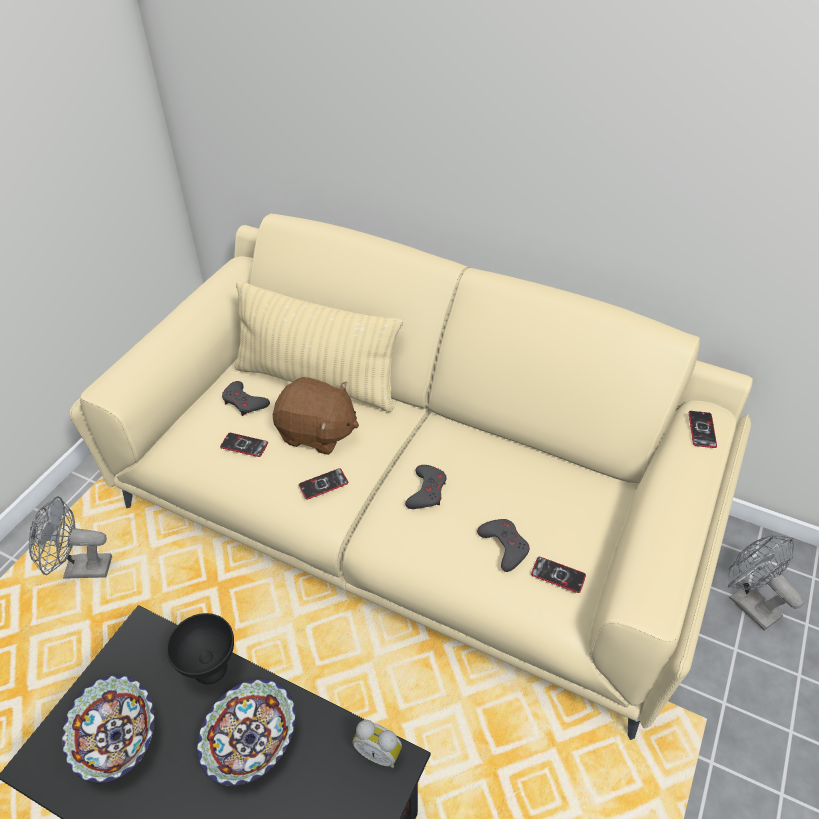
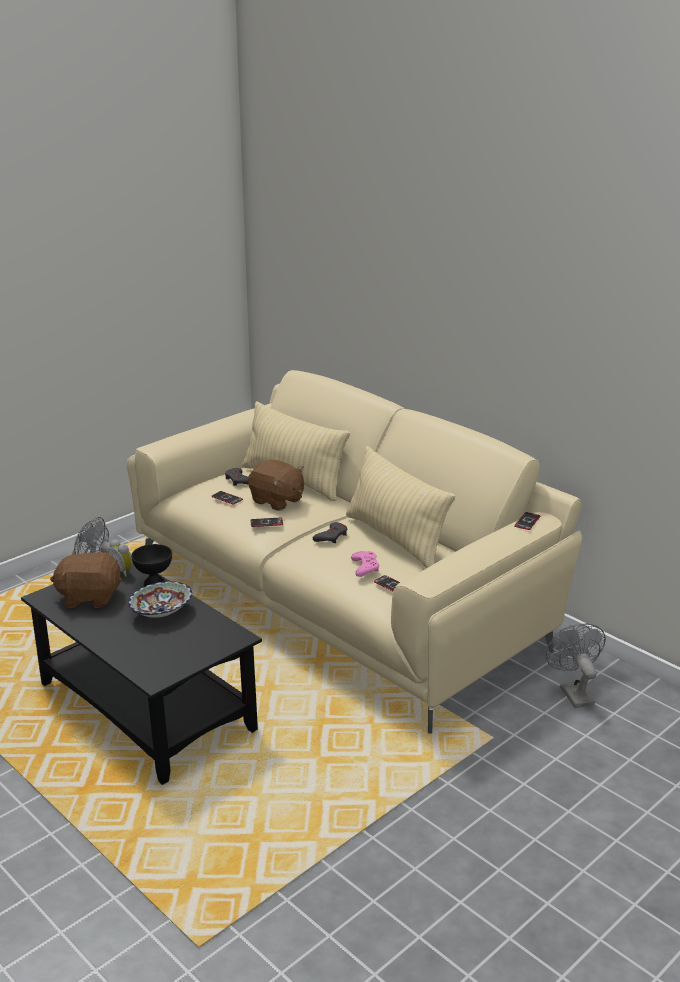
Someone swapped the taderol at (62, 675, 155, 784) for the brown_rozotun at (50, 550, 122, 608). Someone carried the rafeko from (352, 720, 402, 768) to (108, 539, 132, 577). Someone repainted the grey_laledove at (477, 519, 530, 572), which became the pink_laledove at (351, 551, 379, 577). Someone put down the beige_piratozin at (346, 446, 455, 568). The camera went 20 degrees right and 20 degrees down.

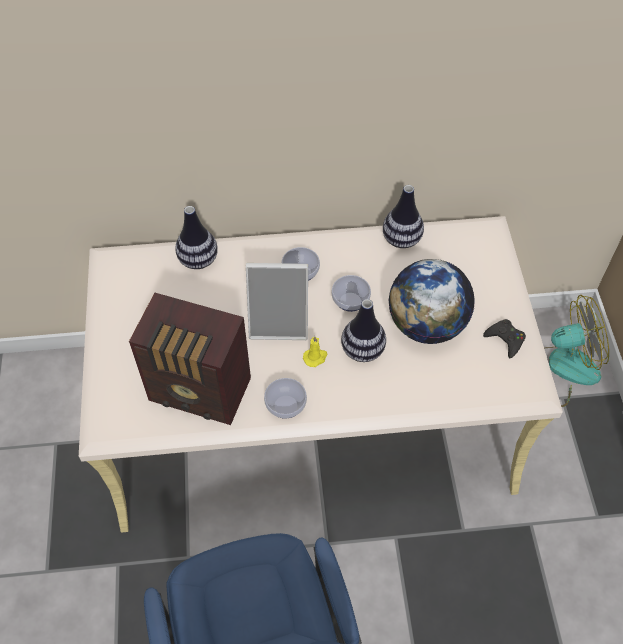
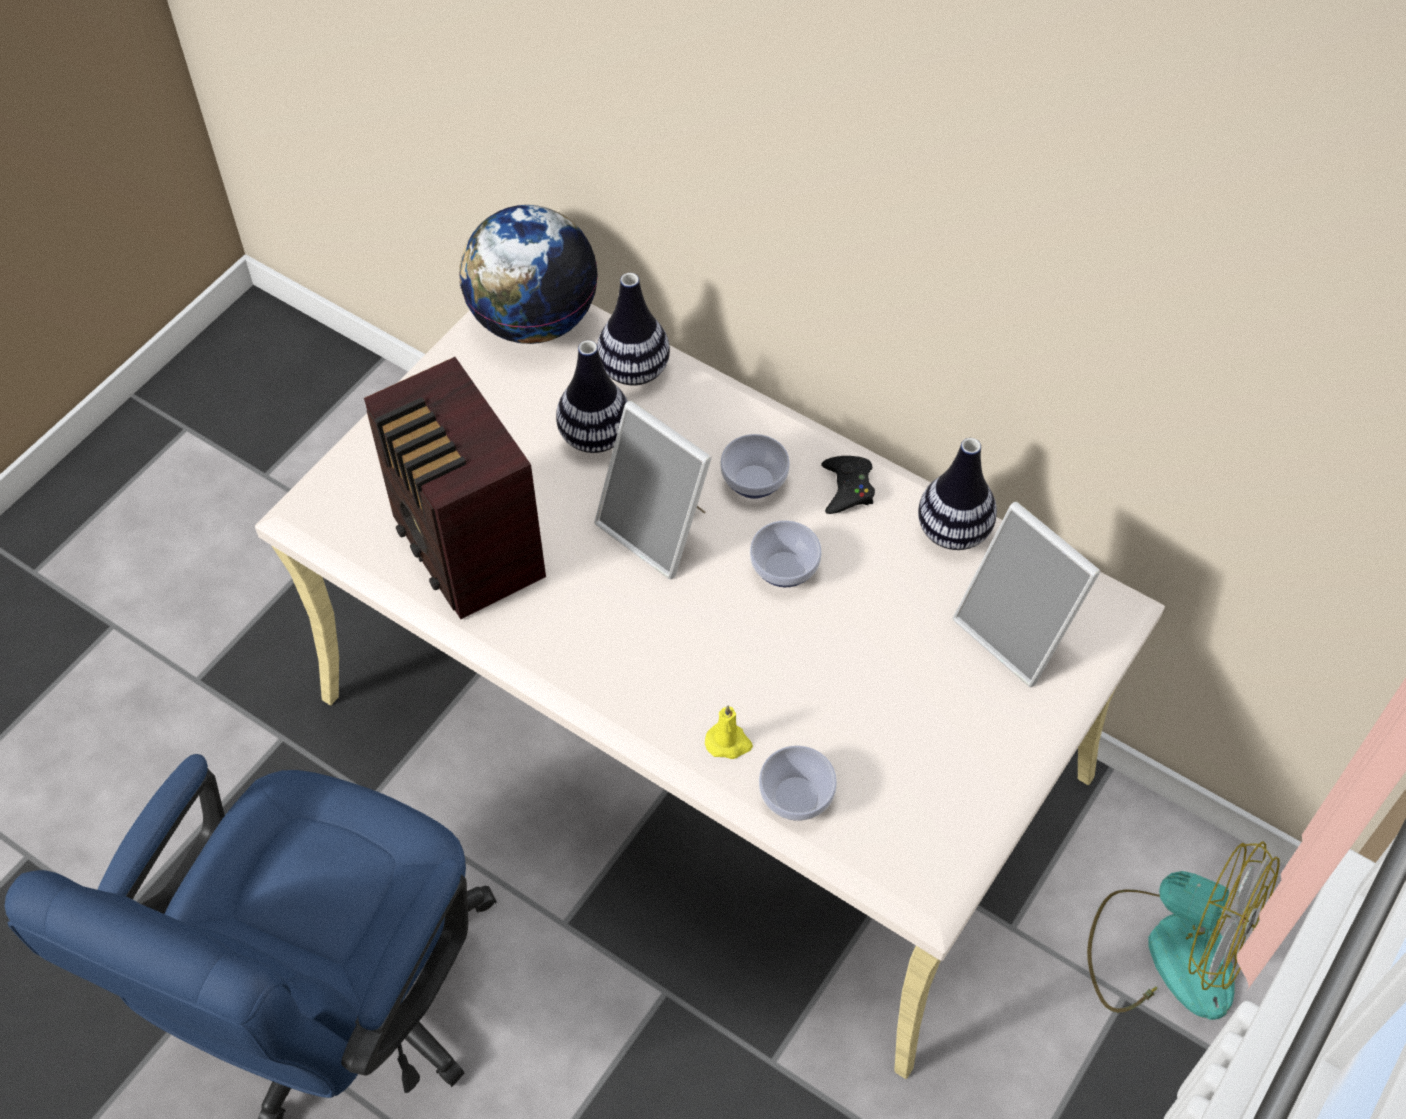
Someone carried the taderol from (264, 378, 307, 419) to (759, 745, 837, 821). Someone carried the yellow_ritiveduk from (303, 336, 327, 367) to (705, 705, 753, 759). Someone carried the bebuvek from (341, 299, 386, 362) to (556, 340, 628, 453). Someone carried the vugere from (388, 259, 475, 344) to (459, 205, 598, 344). Someone carried the black_laledove from (483, 319, 526, 358) to (821, 456, 875, 514). Someone put down the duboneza at (953, 502, 1100, 687). The camera went 40 degrees right and 0 degrees up.

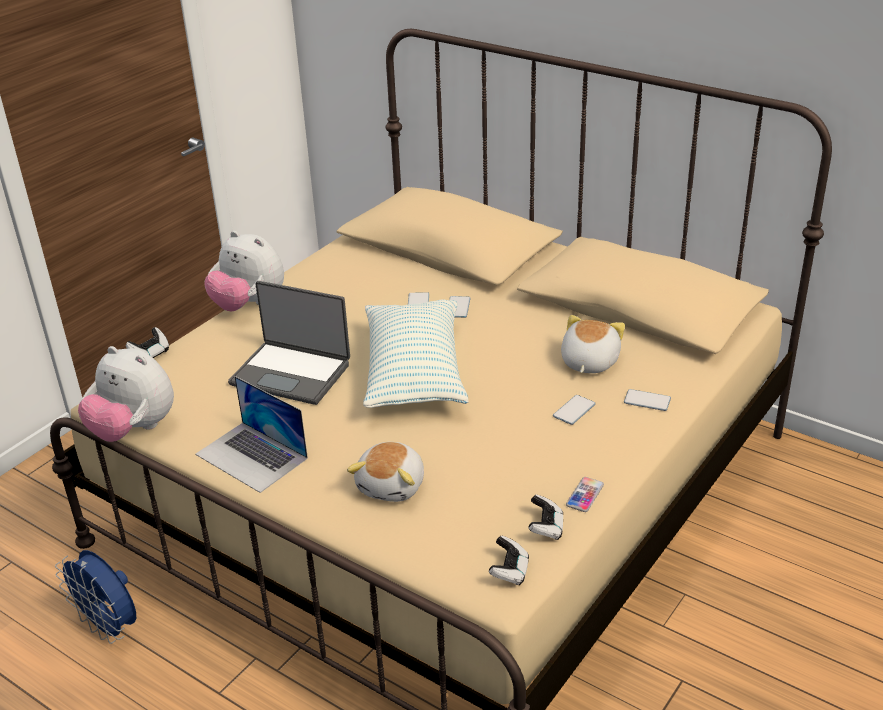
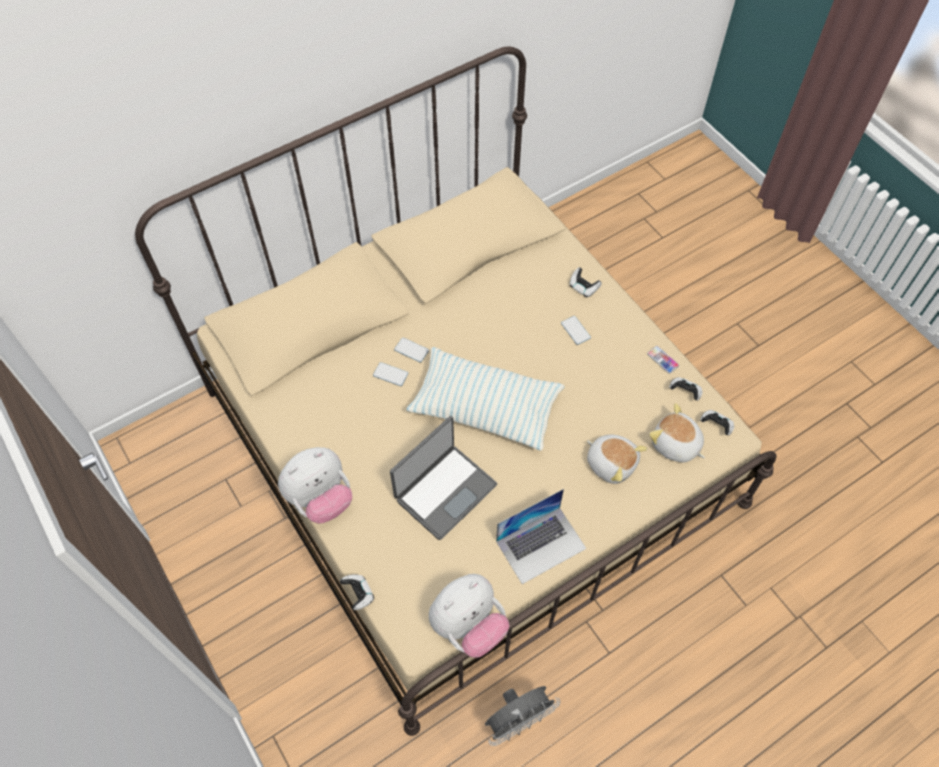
Someone repainted the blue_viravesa at (55, 550, 136, 644), which became the grey_viravesa at (485, 686, 560, 746). Someone carried the rozotun from (561, 315, 625, 373) to (649, 403, 705, 463). Someone swapped the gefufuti at (624, 389, 671, 411) for the laledove at (569, 267, 602, 298). The camera went 70 degrees left and 25 degrees up.

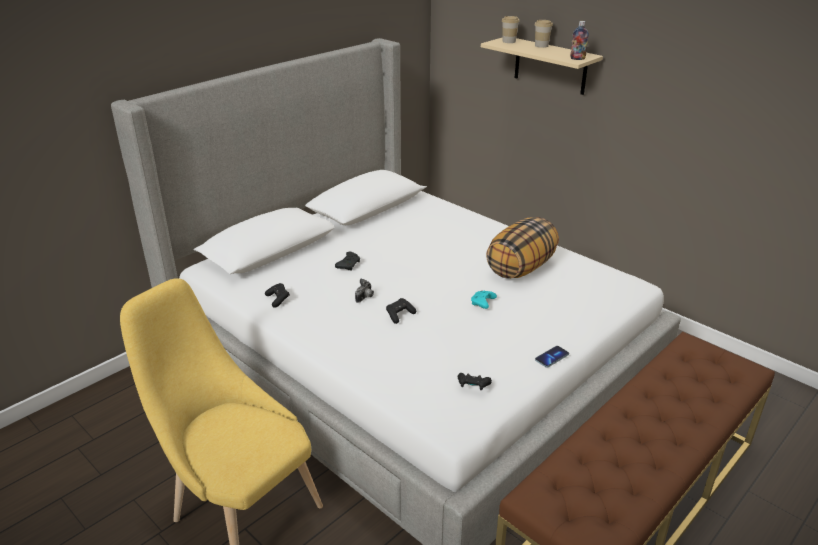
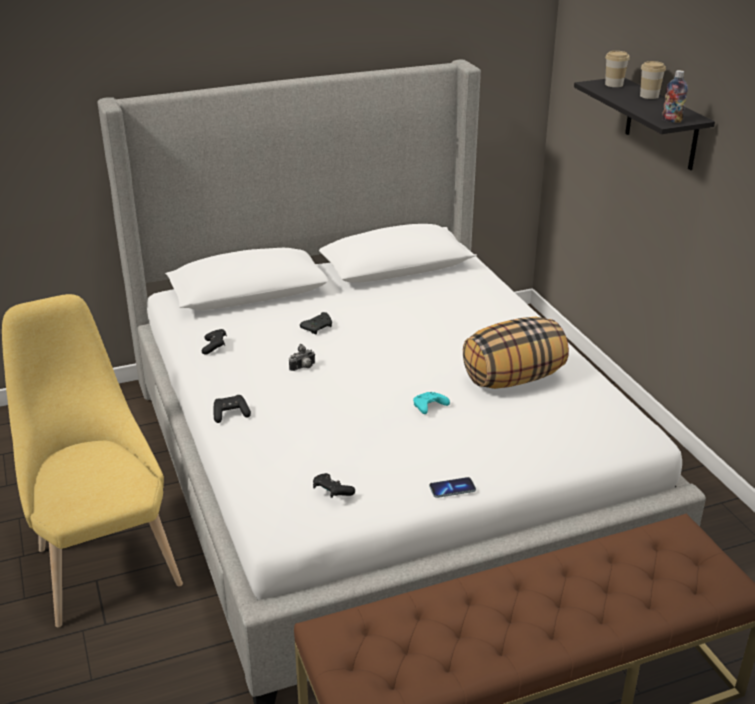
Someone carried the black_laledove from (386, 298, 416, 324) to (213, 395, 251, 423). Someone repainted the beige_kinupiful at (481, 37, 603, 95), which became the black_kinupiful at (574, 78, 715, 170). The camera went 25 degrees right and 0 degrees up.

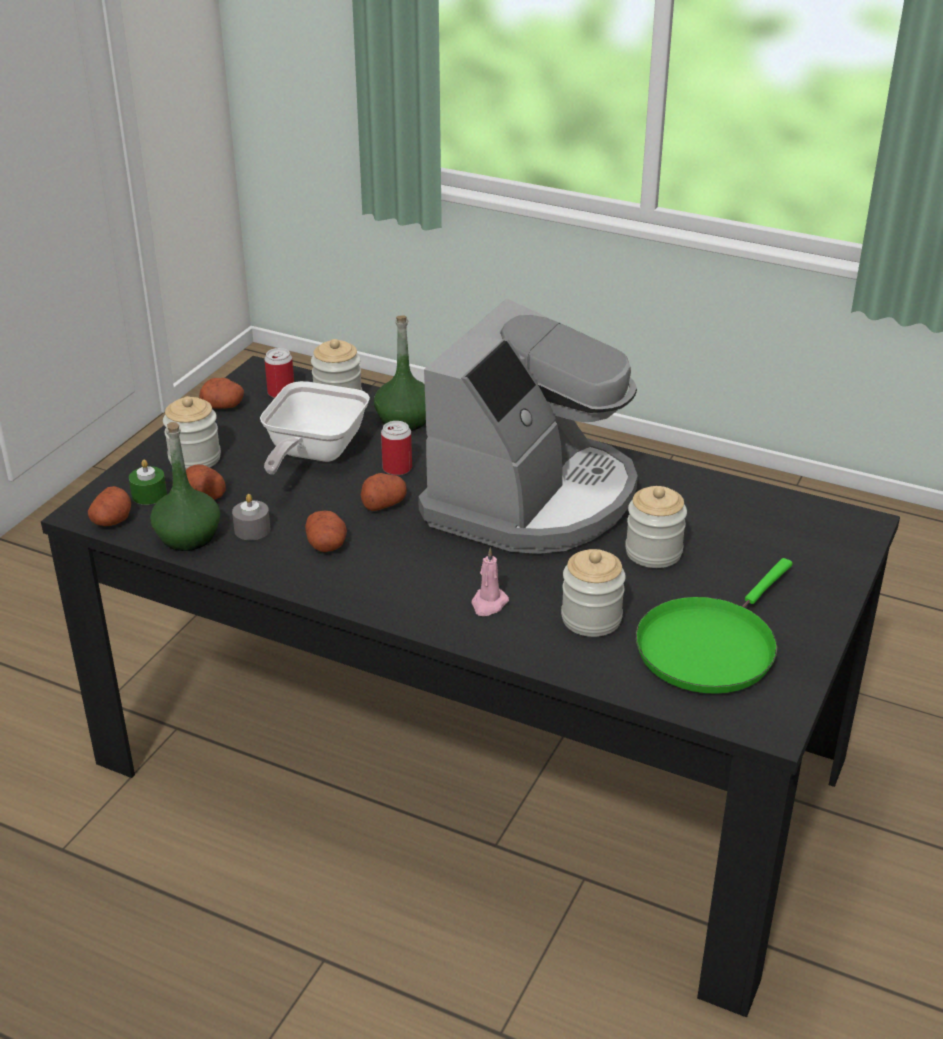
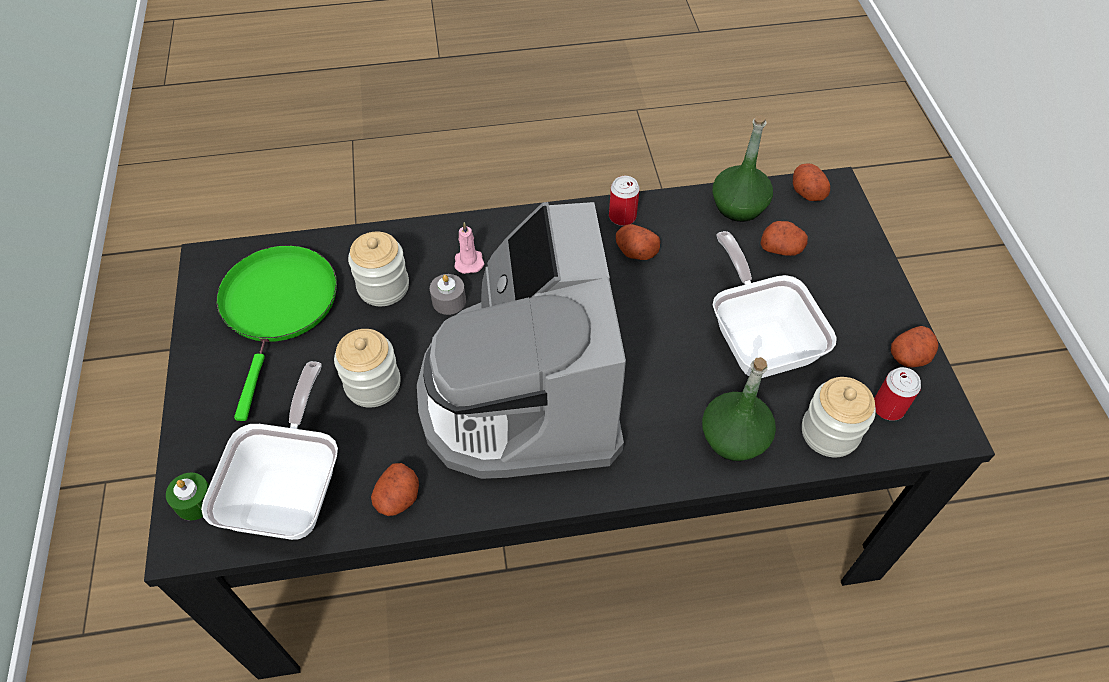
Someone carried the green_ritiveduk from (129, 460, 167, 505) to (166, 472, 209, 521). Someone took away the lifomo at (163, 396, 221, 469). Someone carried the grey_ritiveduk from (232, 494, 270, 540) to (430, 274, 466, 315). Someone carried the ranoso from (361, 473, 407, 511) to (371, 463, 419, 516). Someone carried the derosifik from (381, 421, 412, 475) to (609, 176, 640, 226). Someone put down the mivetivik at (201, 361, 338, 540). The camera went 145 degrees right and 20 degrees up.

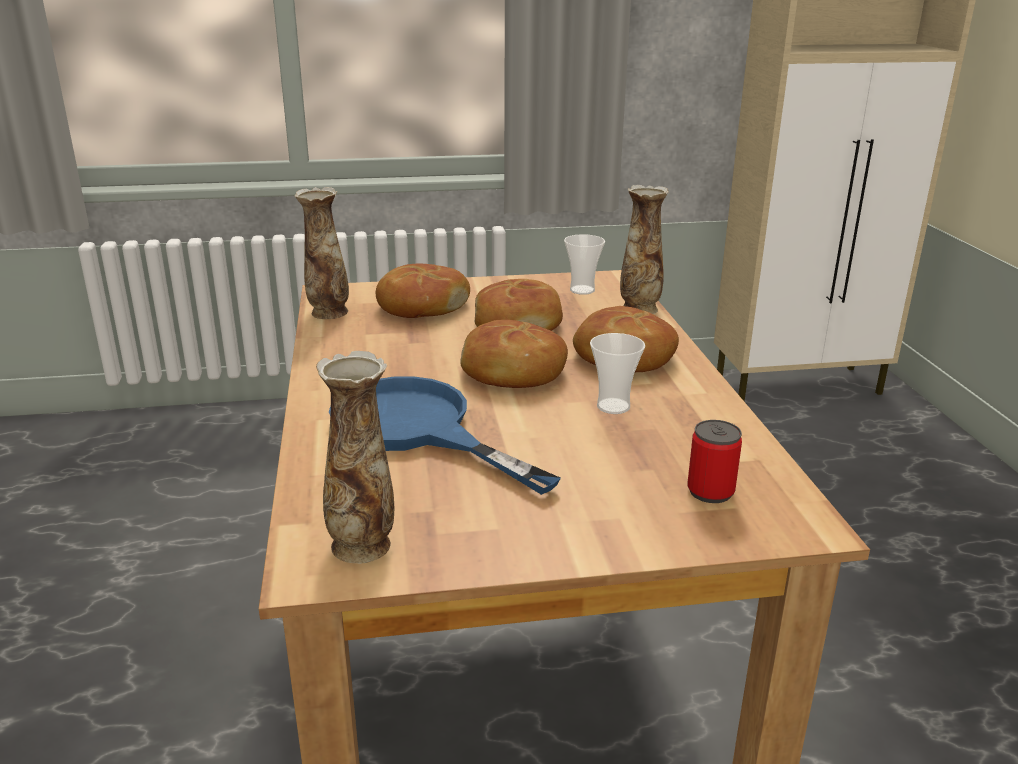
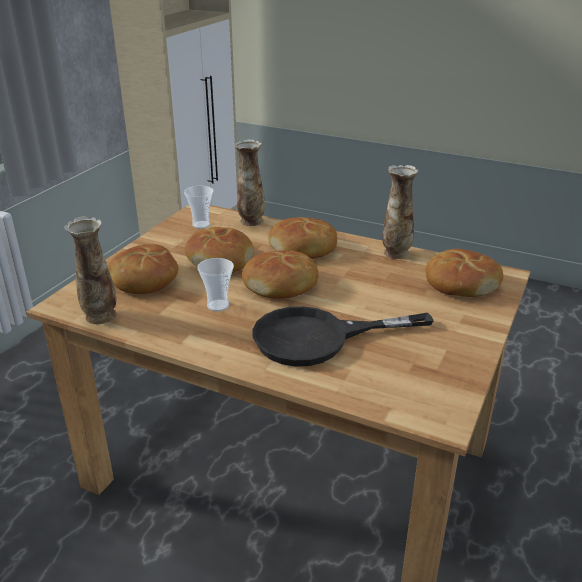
Someone carried the bebuvek from (316, 351, 394, 563) to (382, 165, 418, 259). Someone repainted the blue_mivetivik at (329, 376, 561, 495), which became the black_mivetivik at (253, 306, 434, 367). Someone carried the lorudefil from (590, 333, 645, 414) to (197, 258, 234, 312). Someone swapped the derosifik at (687, 420, 742, 503) for the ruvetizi at (425, 249, 504, 297). The camera went 55 degrees left and 5 degrees up.

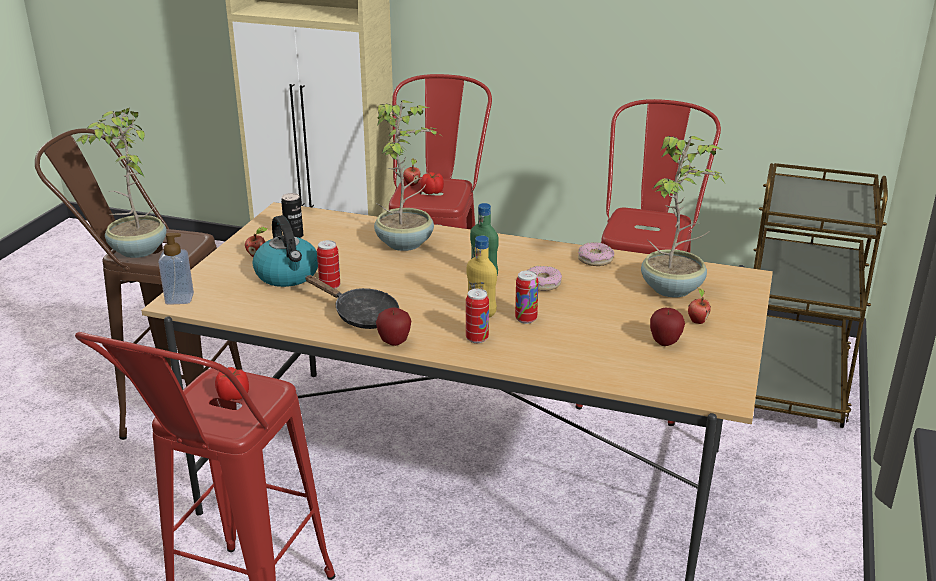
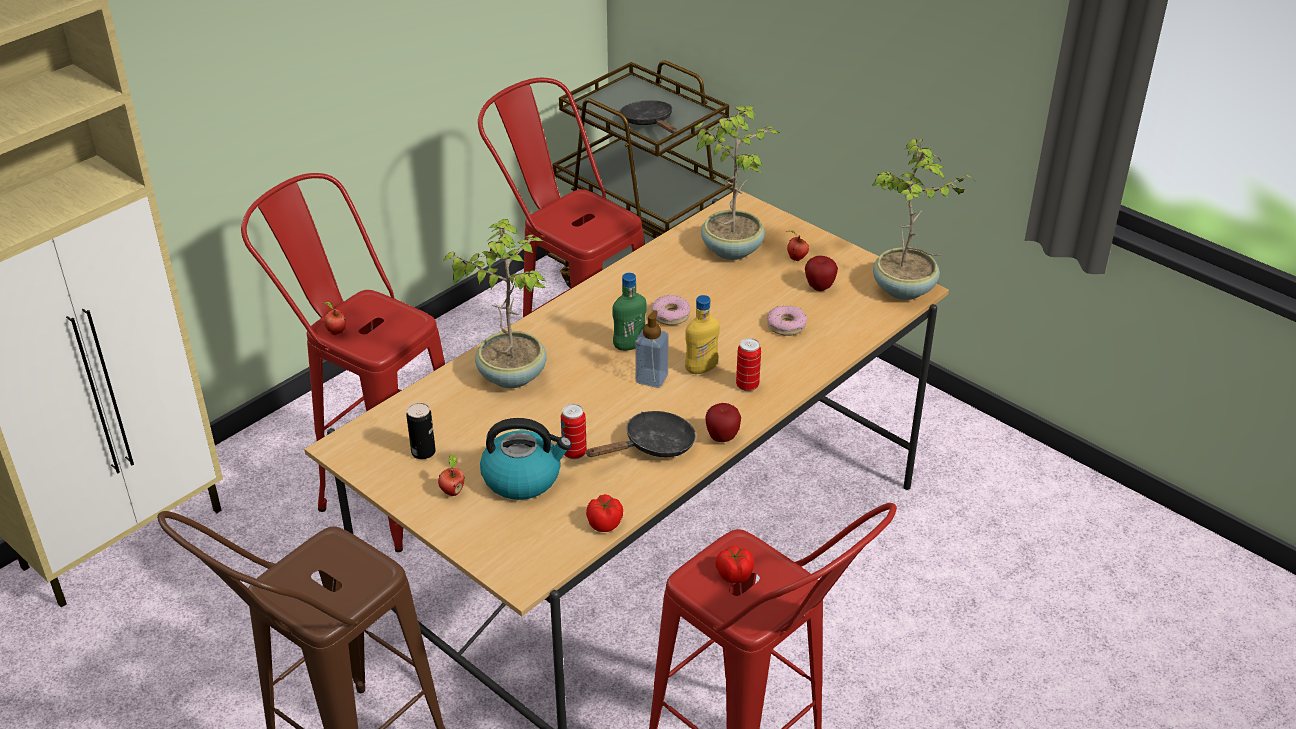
Someone carried the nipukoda from (77, 108, 166, 258) to (872, 139, 975, 300). Someone carried the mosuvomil from (158, 233, 194, 305) to (635, 310, 669, 388). Someone carried the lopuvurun from (420, 172, 444, 195) to (586, 494, 623, 532). Someone took away the derosifik at (515, 271, 539, 324). Someone carried the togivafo from (578, 242, 614, 266) to (767, 306, 807, 336). Someone put down the black_mivetivik at (620, 100, 677, 133). The camera went 65 degrees left and 10 degrees up.

